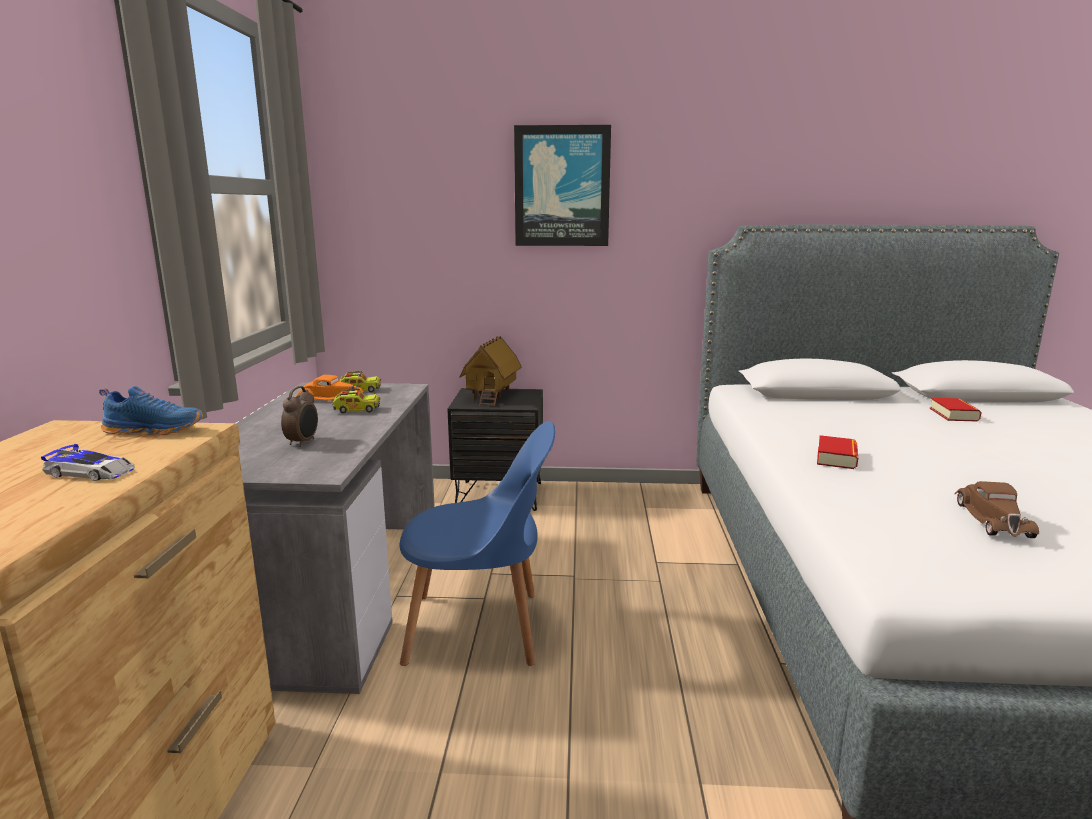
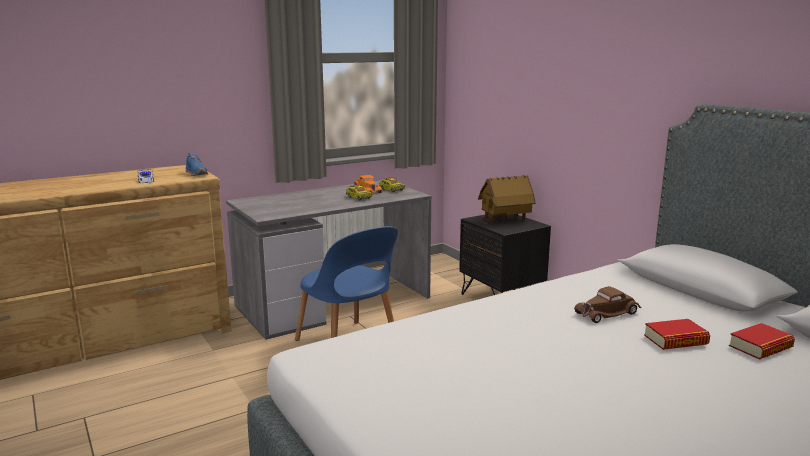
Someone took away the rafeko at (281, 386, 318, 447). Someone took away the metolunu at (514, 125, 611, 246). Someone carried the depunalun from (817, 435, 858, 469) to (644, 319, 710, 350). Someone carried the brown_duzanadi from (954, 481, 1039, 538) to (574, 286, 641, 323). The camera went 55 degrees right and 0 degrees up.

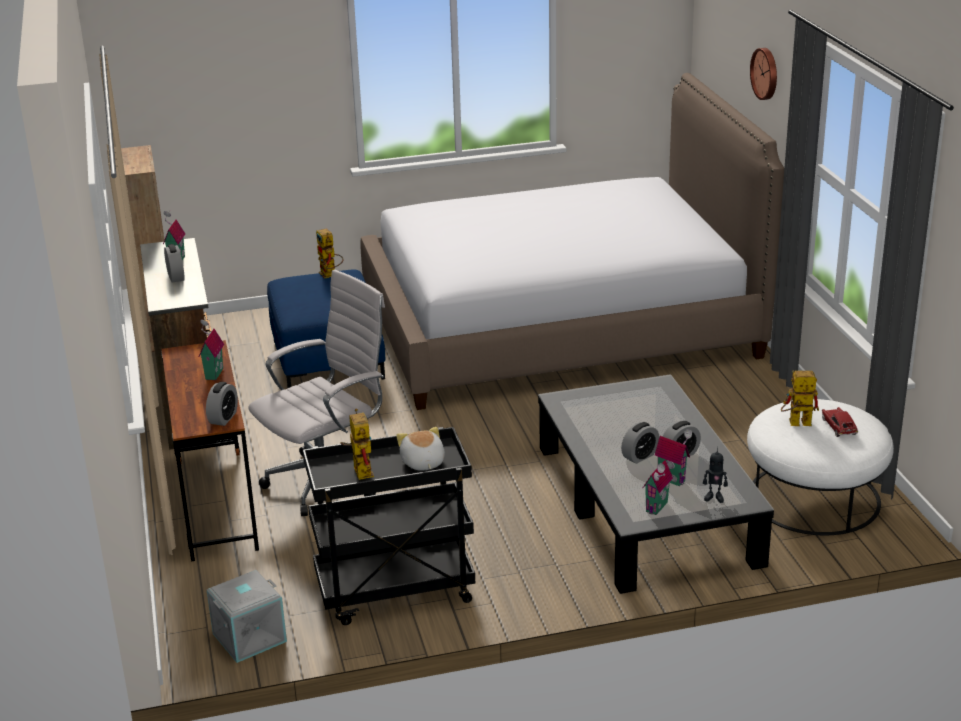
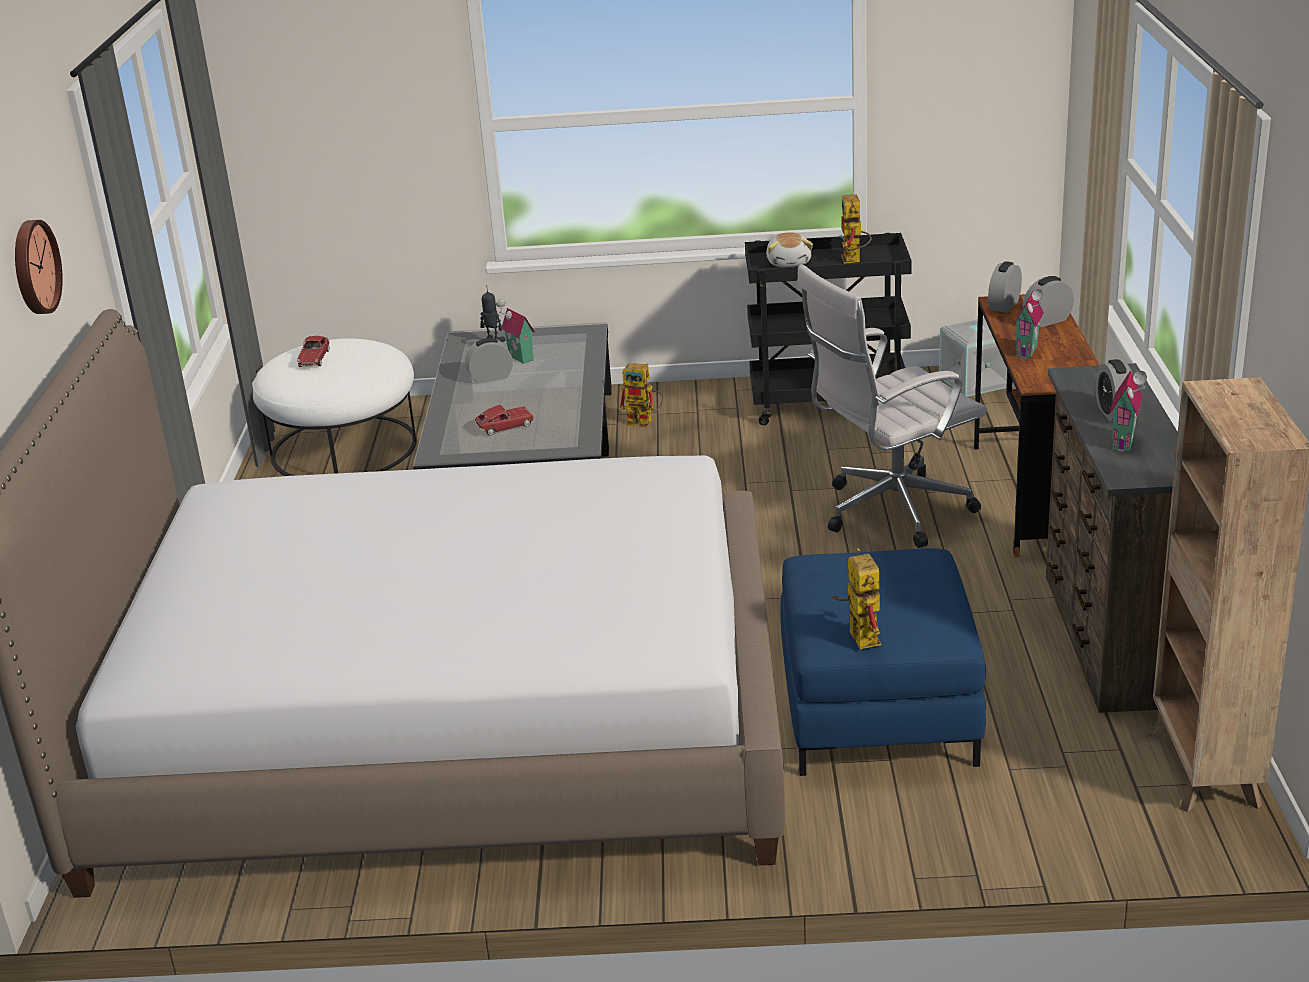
Someone carried the rafeko from (621, 422, 659, 464) to (1023, 276, 1074, 327). Someone took away the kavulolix at (643, 460, 673, 515). Someone carried the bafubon from (781, 371, 819, 426) to (619, 363, 664, 427). Someone put down the duzanadi at (474, 405, 534, 436). The camera went 165 degrees left and 0 degrees up.

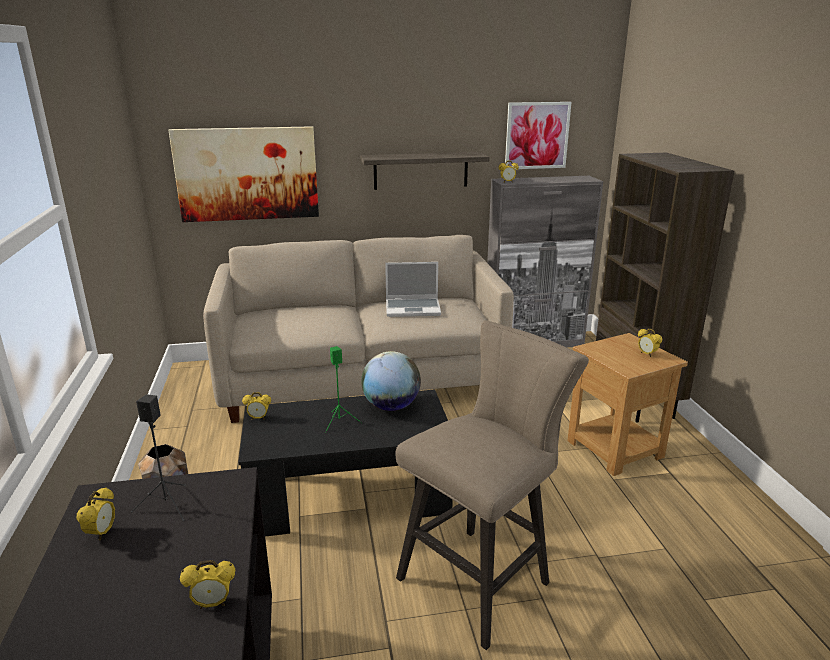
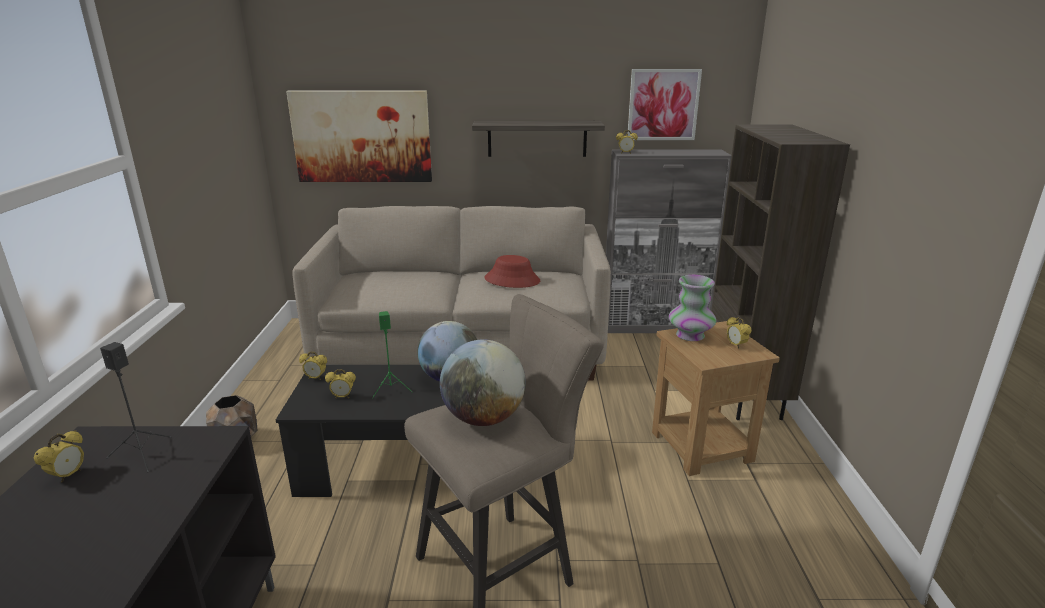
Someone carried the rafeko from (180, 560, 235, 609) to (325, 369, 356, 398). Someone swapped the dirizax at (385, 262, 441, 317) for the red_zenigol at (484, 255, 540, 288). Someone put down the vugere at (440, 339, 526, 426). Someone put down the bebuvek at (669, 275, 716, 341). The camera went 10 degrees right and 0 degrees up.

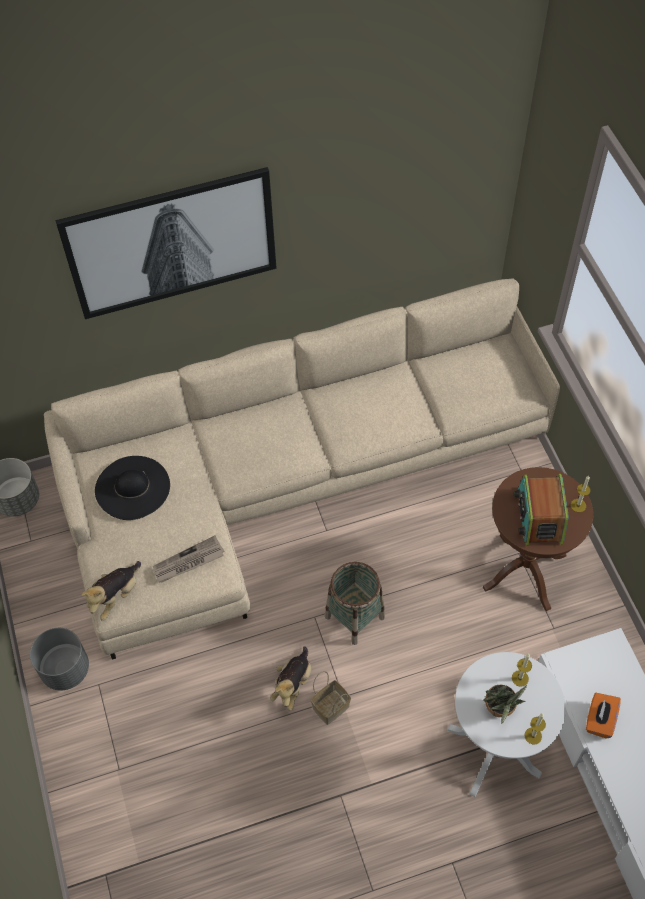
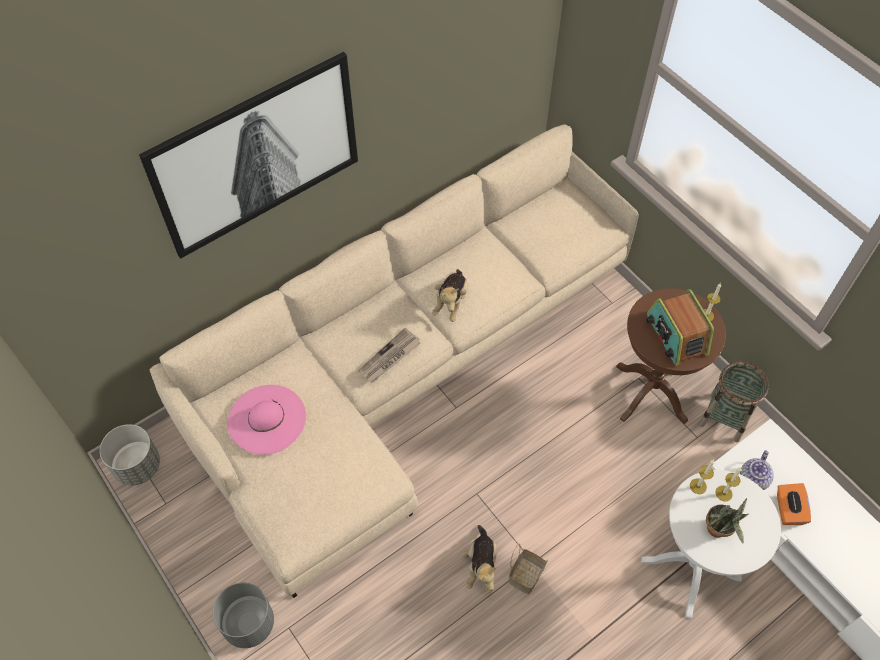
Someone carried the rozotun from (81, 561, 141, 621) to (432, 269, 468, 322). Someone repainted the black_zenigol at (95, 456, 170, 520), which became the pink_zenigol at (227, 385, 306, 455). Someone carried the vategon from (153, 535, 225, 583) to (358, 328, 420, 383). Someone carried the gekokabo from (325, 562, 385, 645) to (699, 361, 769, 442). Someone carried the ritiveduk from (524, 713, 546, 744) to (690, 460, 714, 494). Someone put down the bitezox at (740, 450, 774, 490). The camera went 20 degrees left and 0 degrees up.

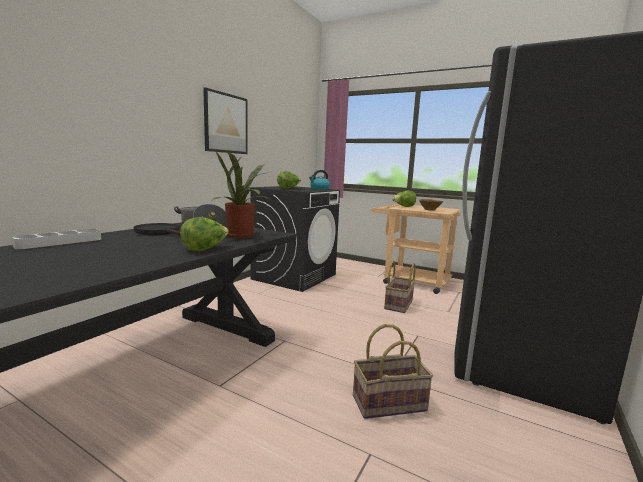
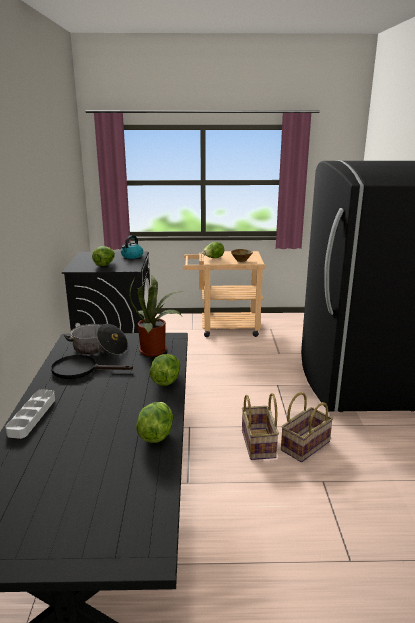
Someone took away the metolunu at (203, 87, 247, 154). Someone carried the gekokabo from (384, 260, 416, 313) to (242, 393, 279, 460). Someone put down the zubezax at (136, 402, 173, 443). The camera went 30 degrees left and 10 degrees up.

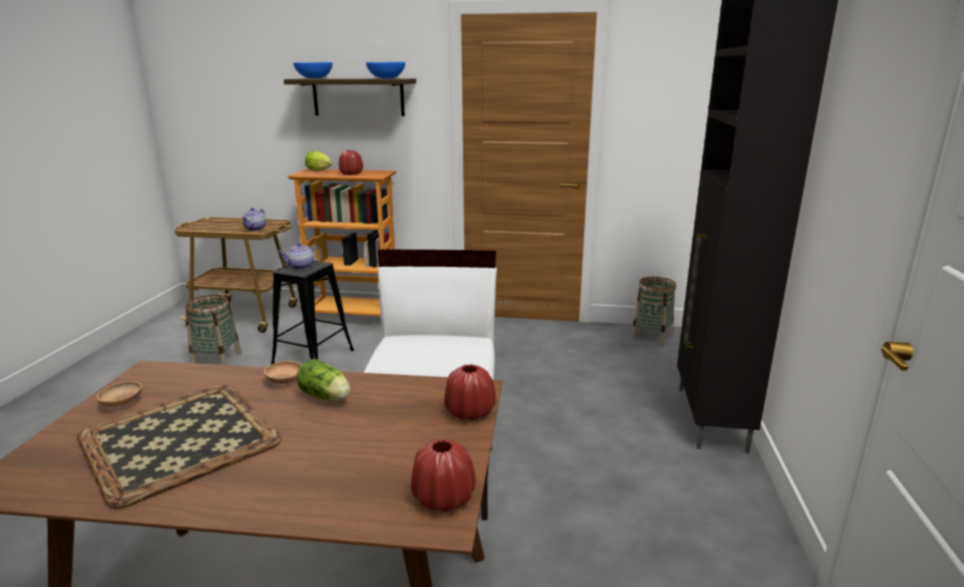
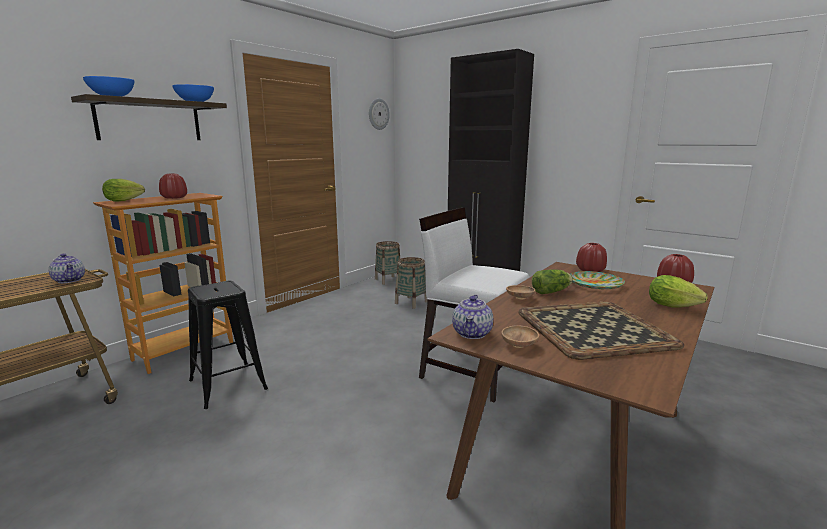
Someone carried the gekokabo from (185, 295, 241, 365) to (395, 257, 428, 309). Someone carried the bitezox from (278, 243, 322, 270) to (452, 295, 493, 339). Someone put up the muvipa at (369, 98, 390, 130). Someone put down the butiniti at (570, 271, 625, 289). Someone put down the zubezax at (649, 275, 708, 308). The camera went 60 degrees left and 5 degrees down.

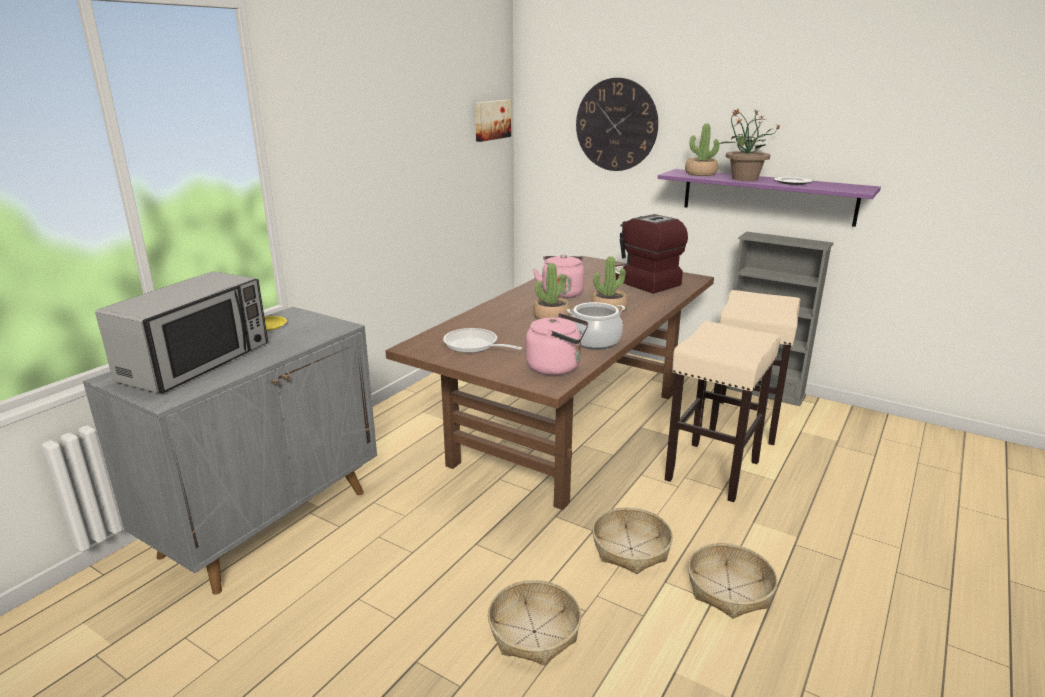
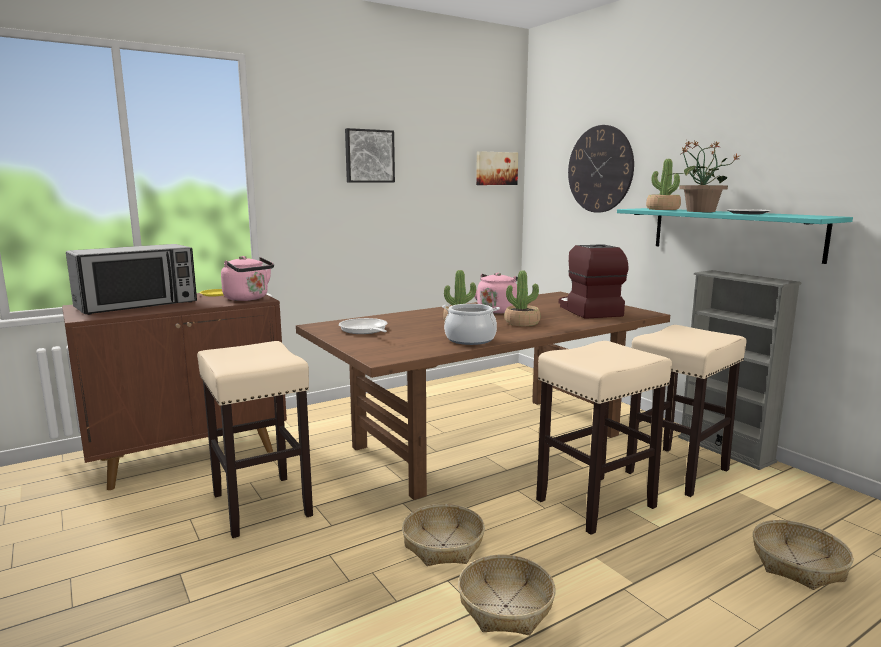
Someone repainted the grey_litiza at (83, 306, 377, 595), which became the brown_litiza at (62, 293, 287, 490). Someone carried the gekokabo from (488, 580, 581, 666) to (753, 520, 854, 590). Someone carried the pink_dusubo from (526, 313, 588, 375) to (221, 256, 274, 301). Someone repainted the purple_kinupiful at (658, 169, 881, 227), which became the turquoise_kinupiful at (617, 208, 853, 264). Someone put down the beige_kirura at (197, 341, 313, 538). Someone put up the metolunu at (345, 128, 395, 182). The camera went 25 degrees right and 10 degrees down.

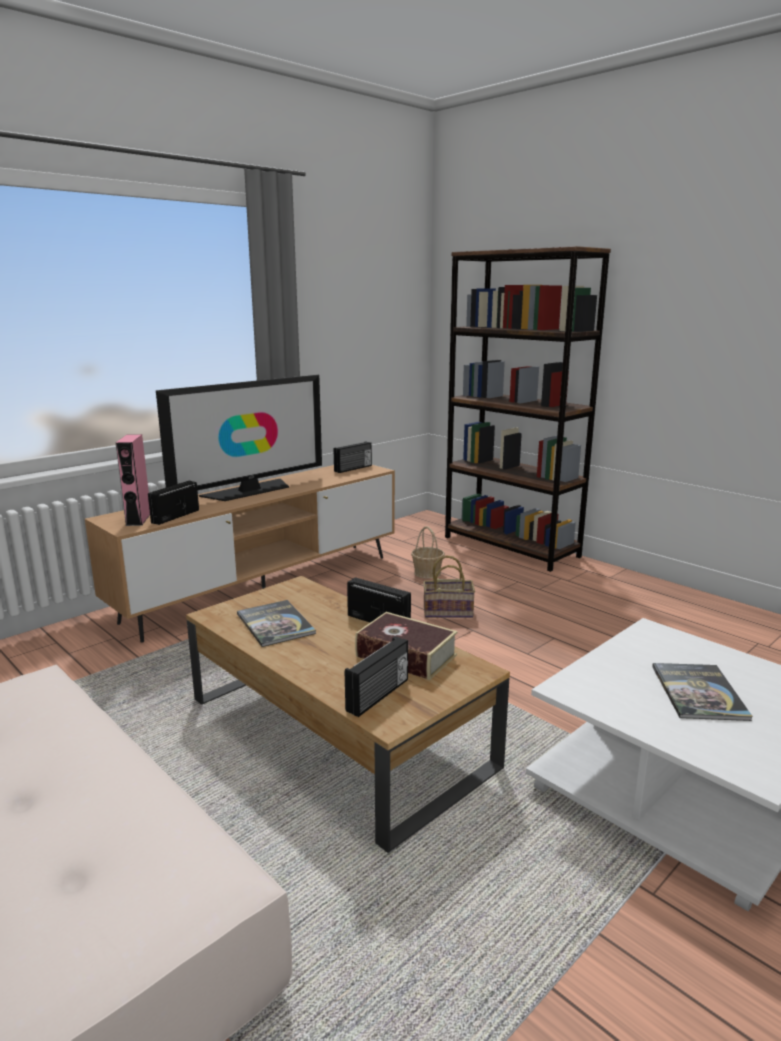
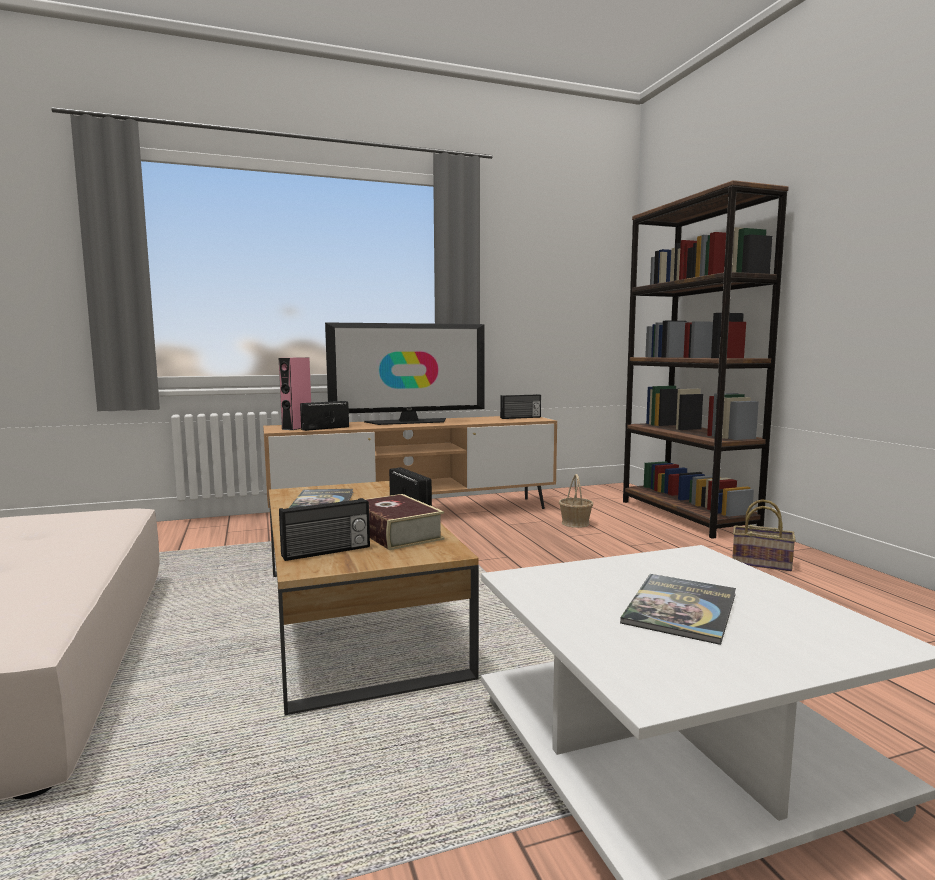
Someone carried the gekokabo from (423, 555, 475, 618) to (732, 499, 796, 571). The camera went 25 degrees right and 10 degrees down.

